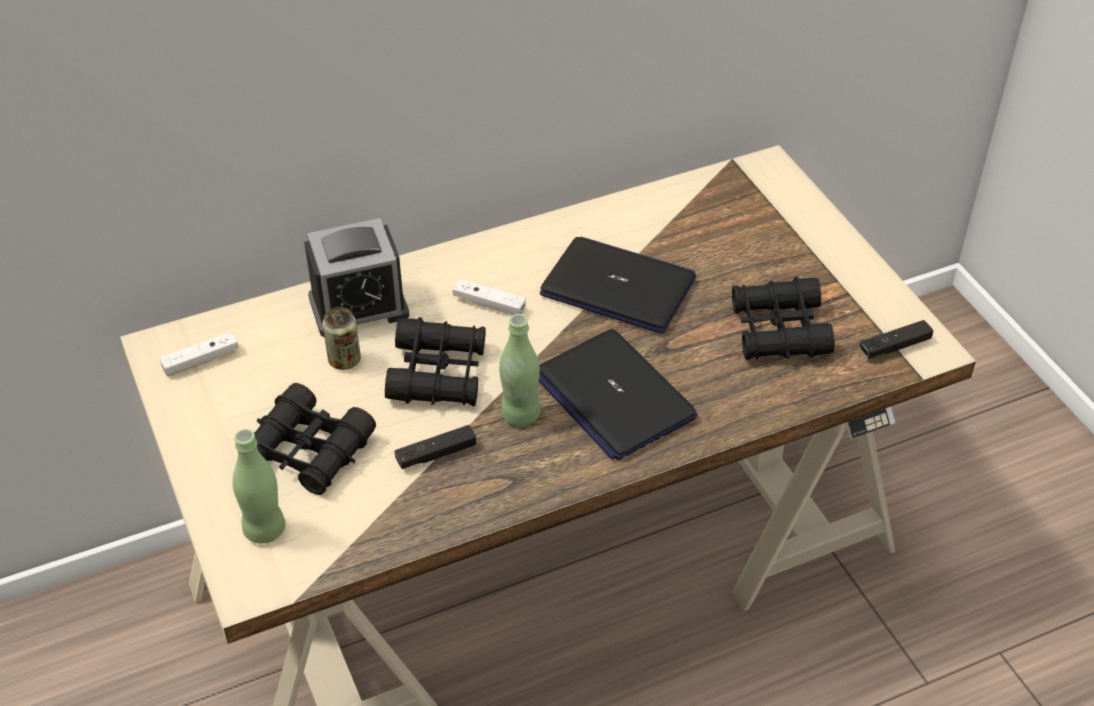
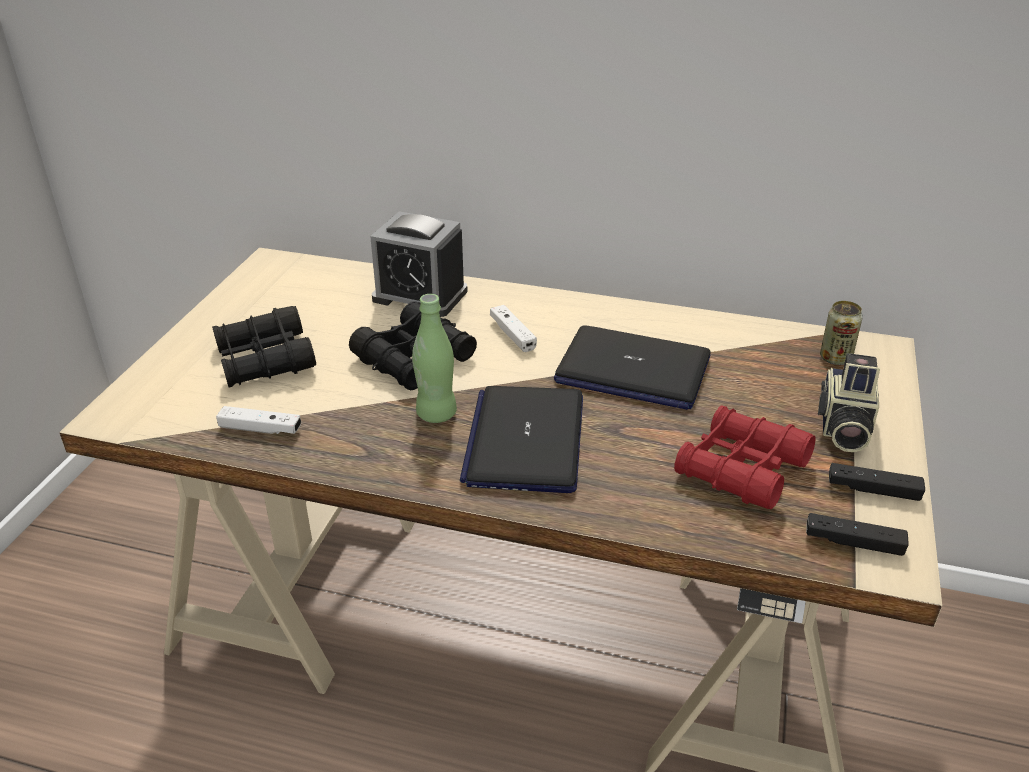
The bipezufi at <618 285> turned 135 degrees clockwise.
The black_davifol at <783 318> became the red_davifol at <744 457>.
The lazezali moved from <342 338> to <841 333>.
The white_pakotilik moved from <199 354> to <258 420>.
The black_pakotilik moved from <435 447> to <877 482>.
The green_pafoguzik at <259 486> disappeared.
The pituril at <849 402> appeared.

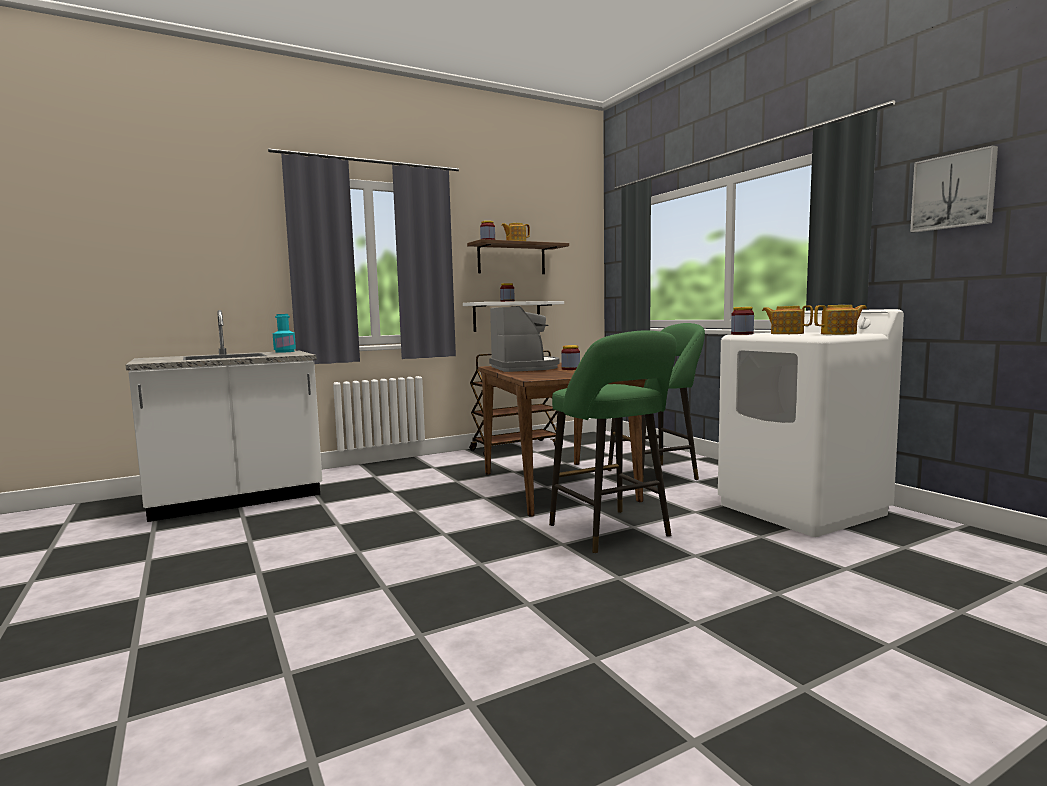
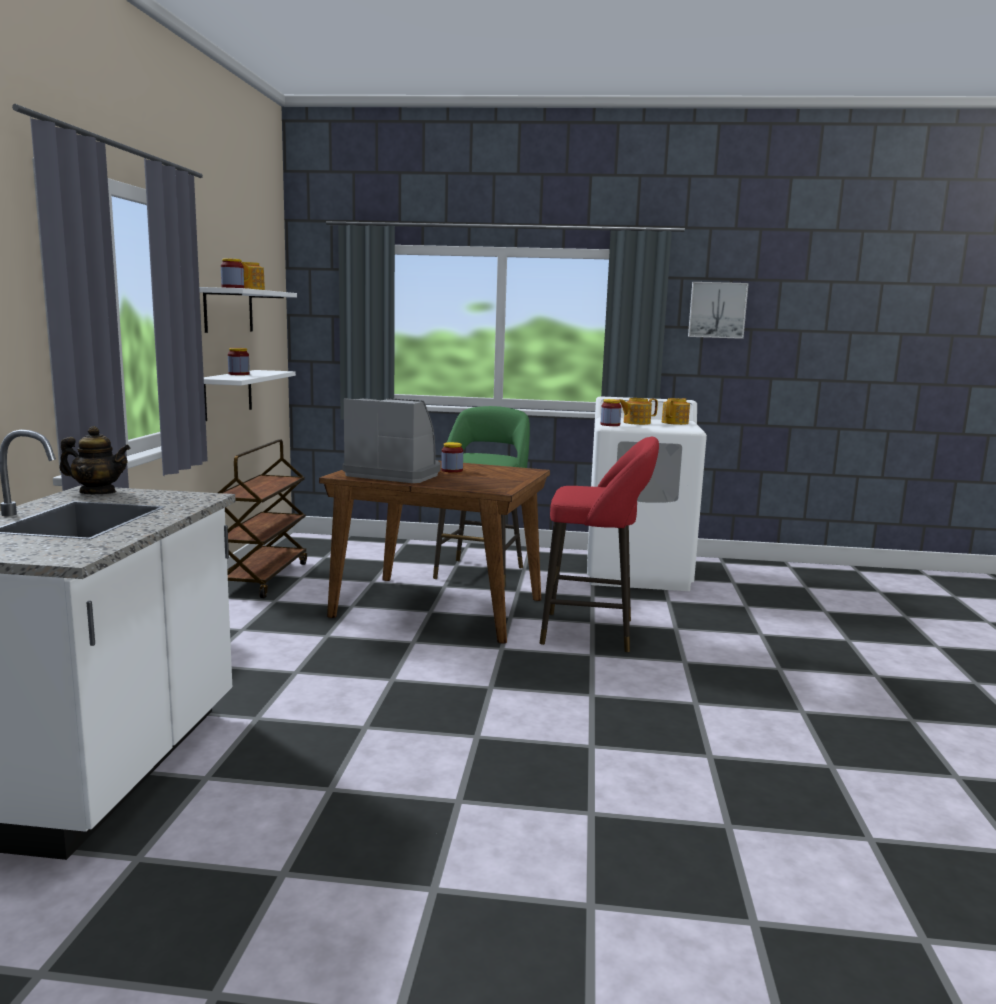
The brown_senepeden at <518 256> became the white_senepeden at <248 310>.
The turquoise_pafoguzik at <284 333> was replaced by the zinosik at <95 460>.
The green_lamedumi at <612 441> became the red_lamedumi at <599 544>.

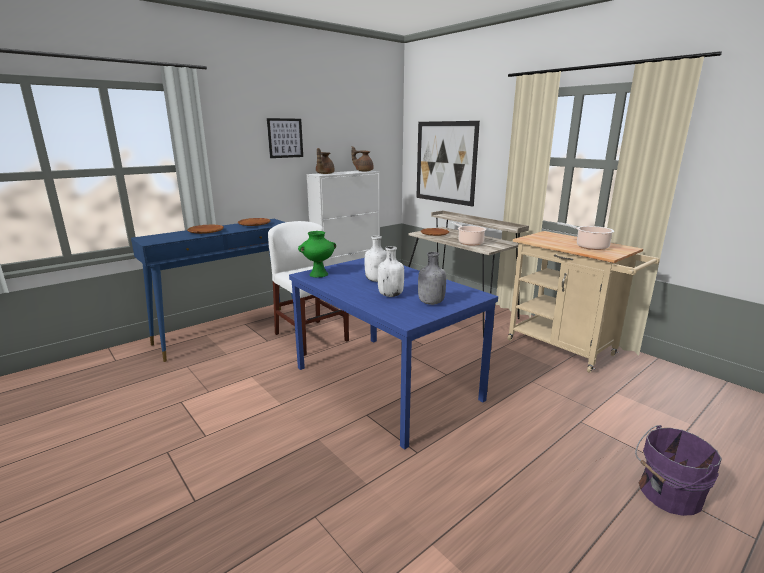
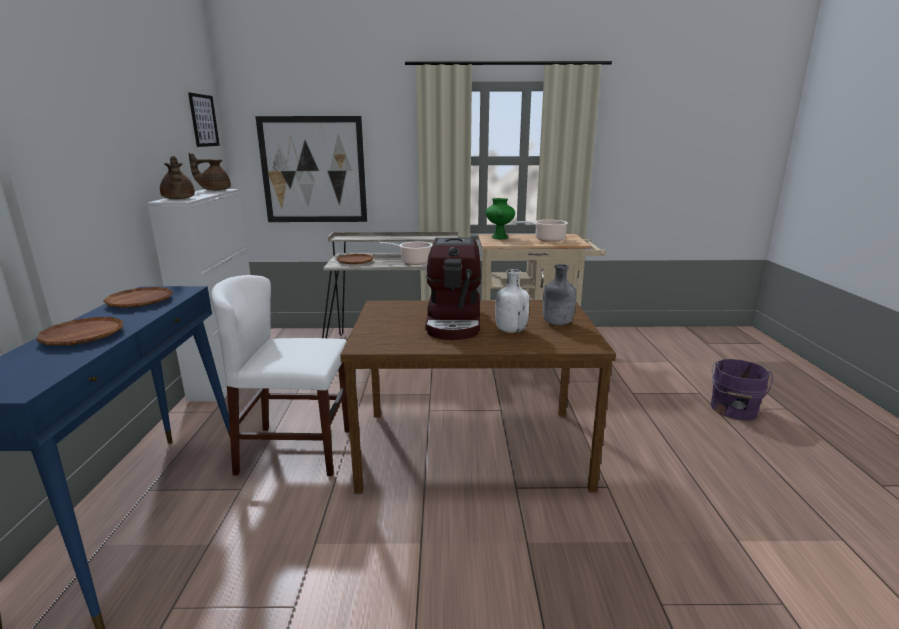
The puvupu moved from <285 138> to <204 120>.
The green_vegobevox moved from <317 254> to <500 218>.
The white_pafoguzik at <376 259> was replaced by the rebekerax at <453 289>.
The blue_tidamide at <393 354> became the brown_tidamide at <478 396>.

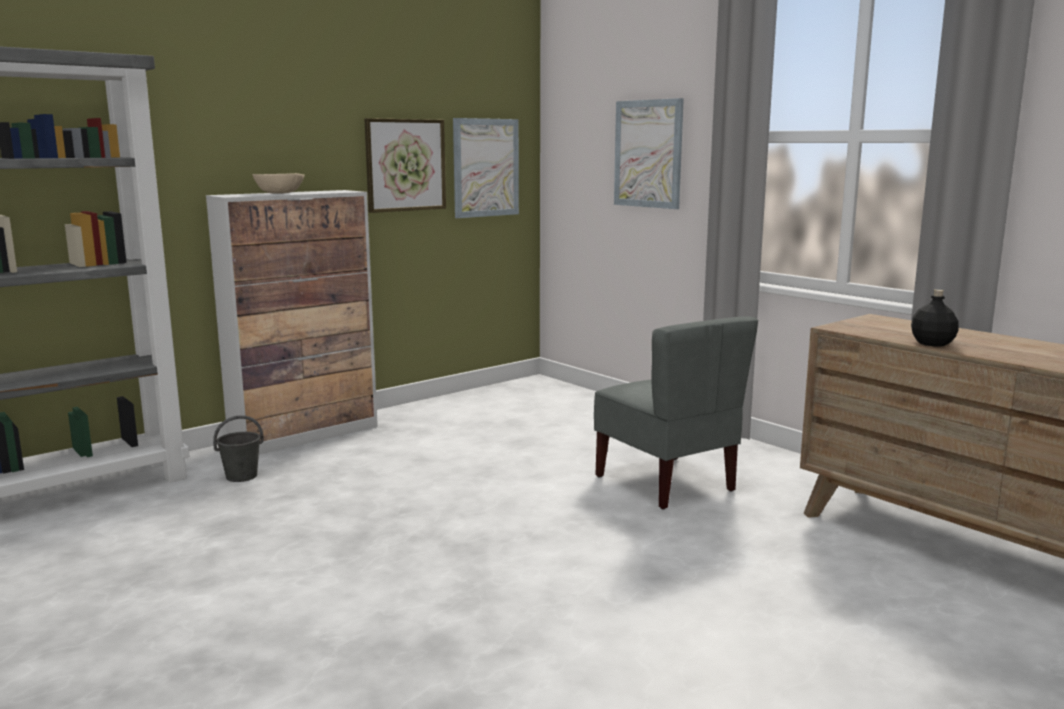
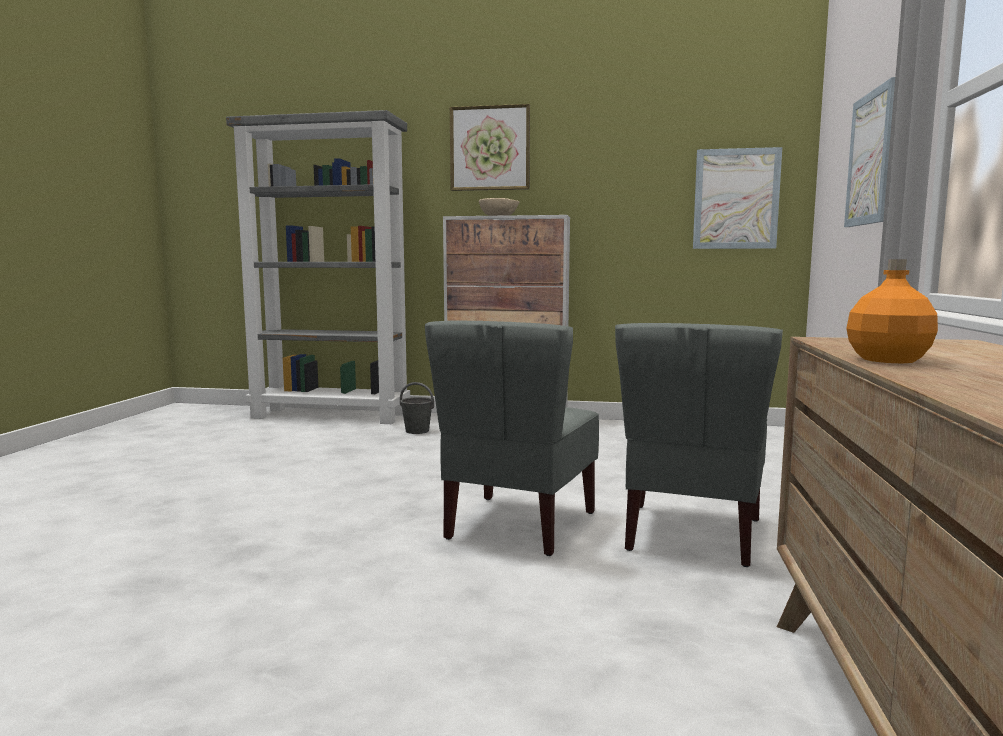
The puvupu moved from <405 165> to <490 147>.
The black_pafoguzik at <934 317> became the orange_pafoguzik at <892 311>.
The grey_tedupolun at <512 438> appeared.

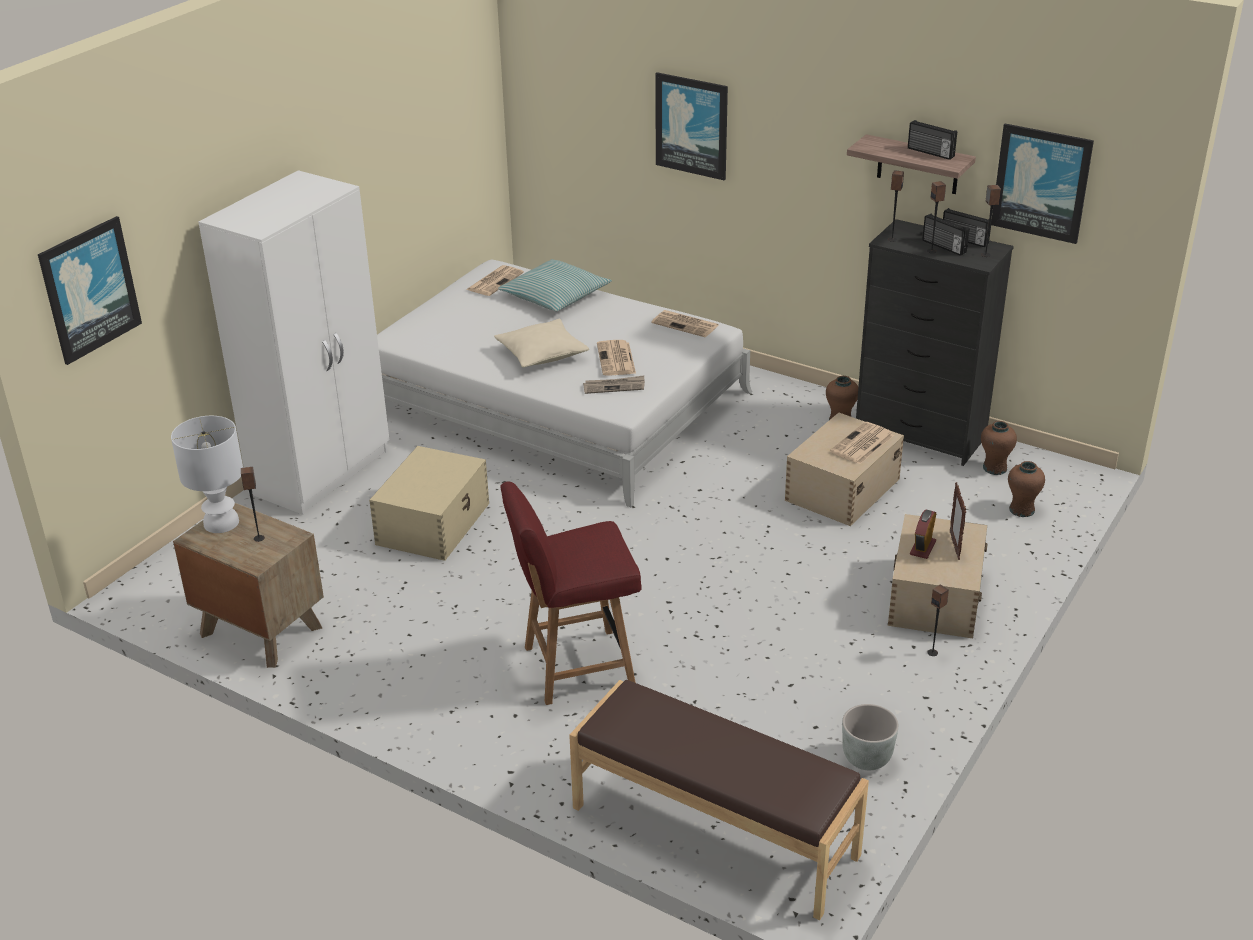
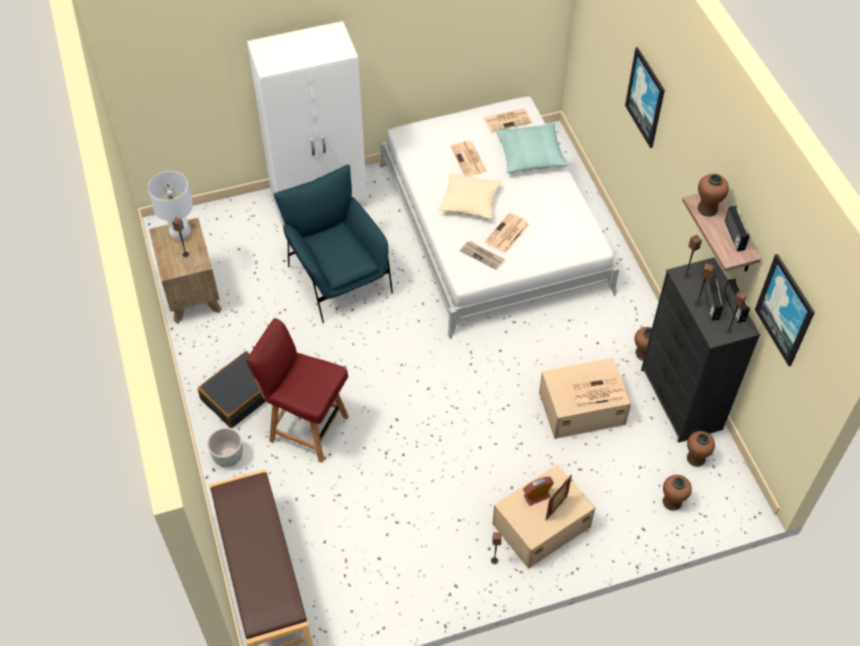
The puvupu at <90 290> disappeared.
The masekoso moved from <685 323> to <469 159>.
The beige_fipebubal at <429 503> was replaced by the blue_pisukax at <333 244>.
The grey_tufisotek moved from <870 737> to <225 447>.
The brown_vegobevox at <713 195> appeared.
The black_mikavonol at <232 389> appeared.

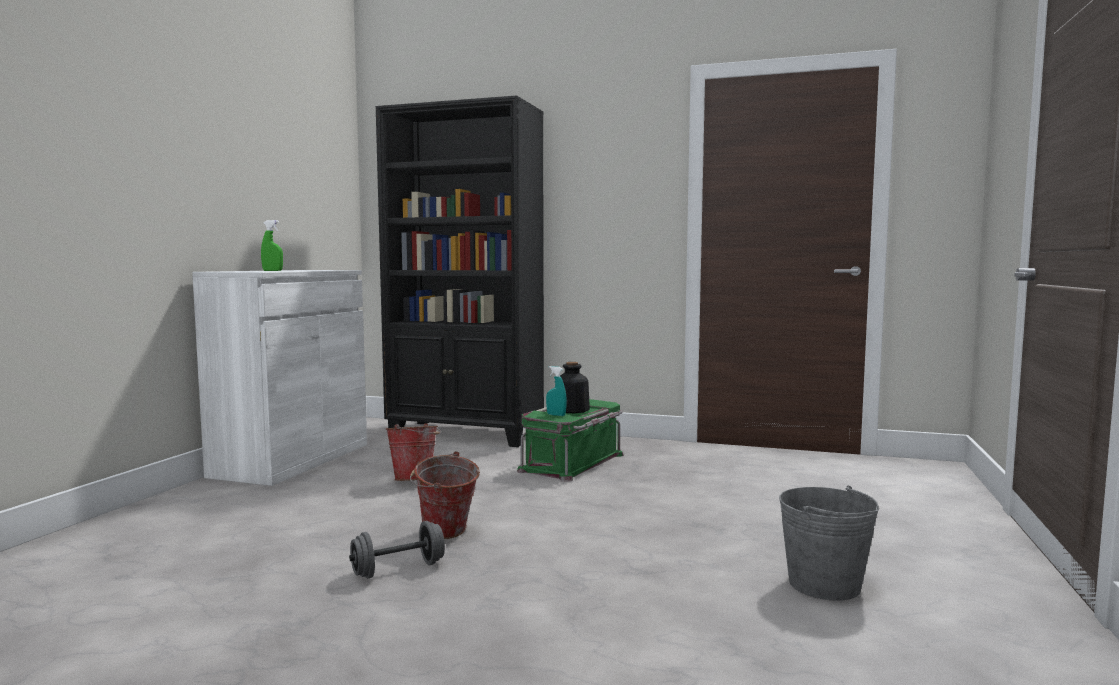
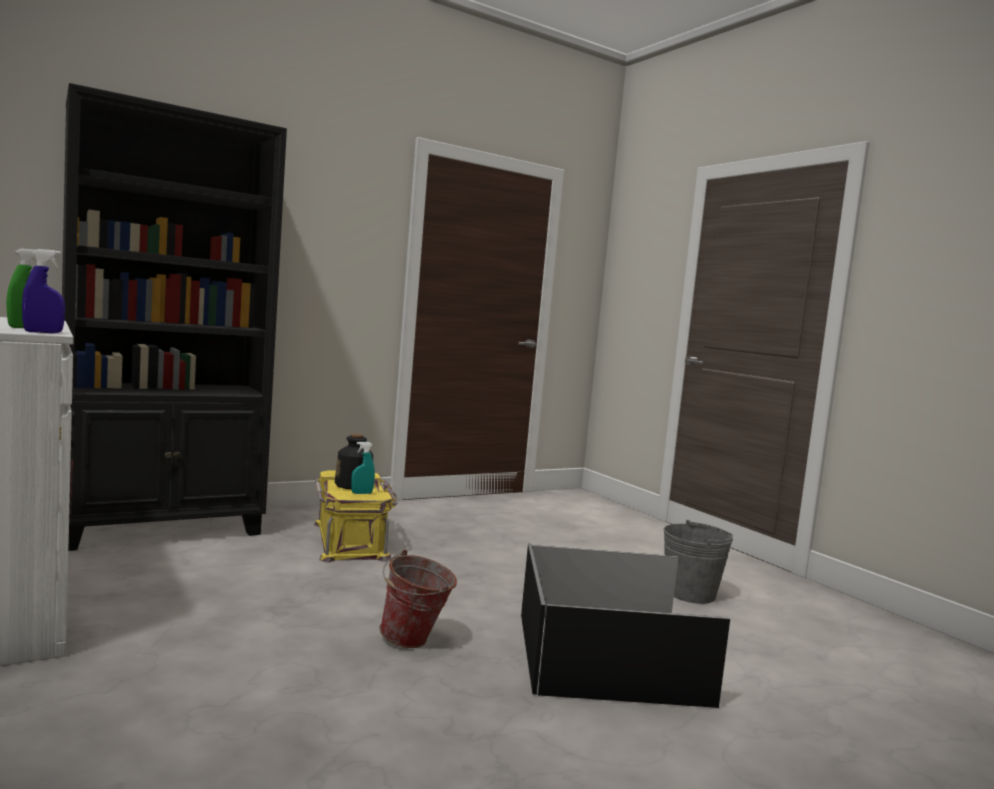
The green_fipebubal at <570 440> became the yellow_fipebubal at <356 516>.
The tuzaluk at <413 452> disappeared.
The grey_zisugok at <397 550> disappeared.
The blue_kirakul at <43 291> appeared.
The black_fipebubal at <625 626> appeared.

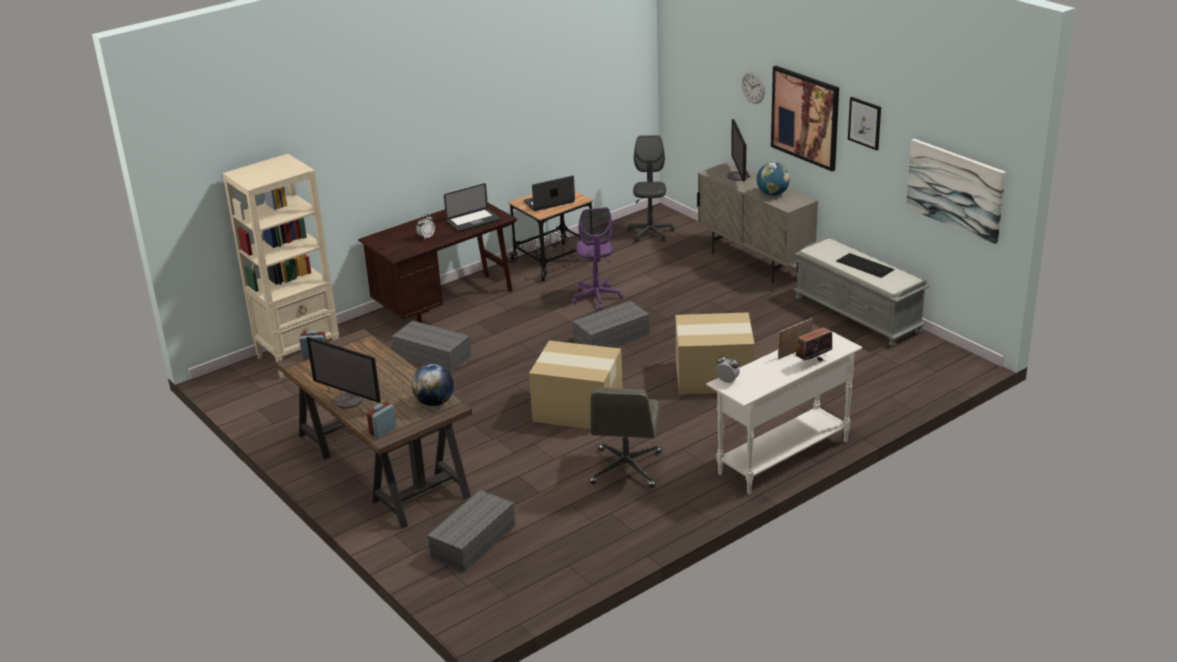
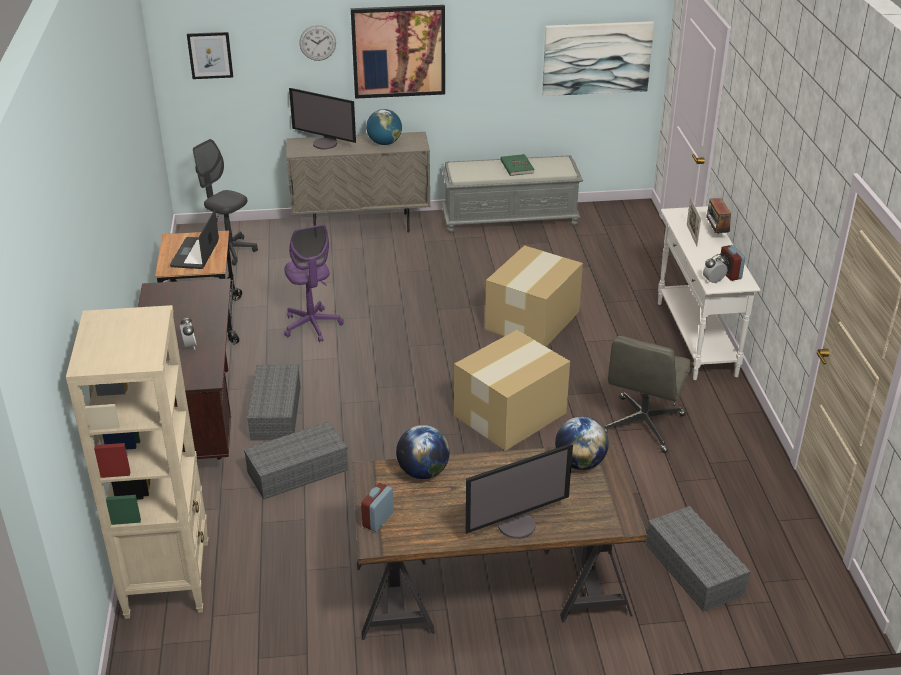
The puvupu moved from <864 124> to <210 55>.
The bipezufi at <472 207> disappeared.
The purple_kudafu at <597 258> turned 45 degrees clockwise.
The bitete at <865 265> was replaced by the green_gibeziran at <517 165>.
The grey_fipebubal moved from <611 324> to <273 402>.
The grey_kudafu at <626 437> turned 75 degrees clockwise.
The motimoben moved from <382 420> to <732 263>.
The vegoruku at <423 452> appeared.

